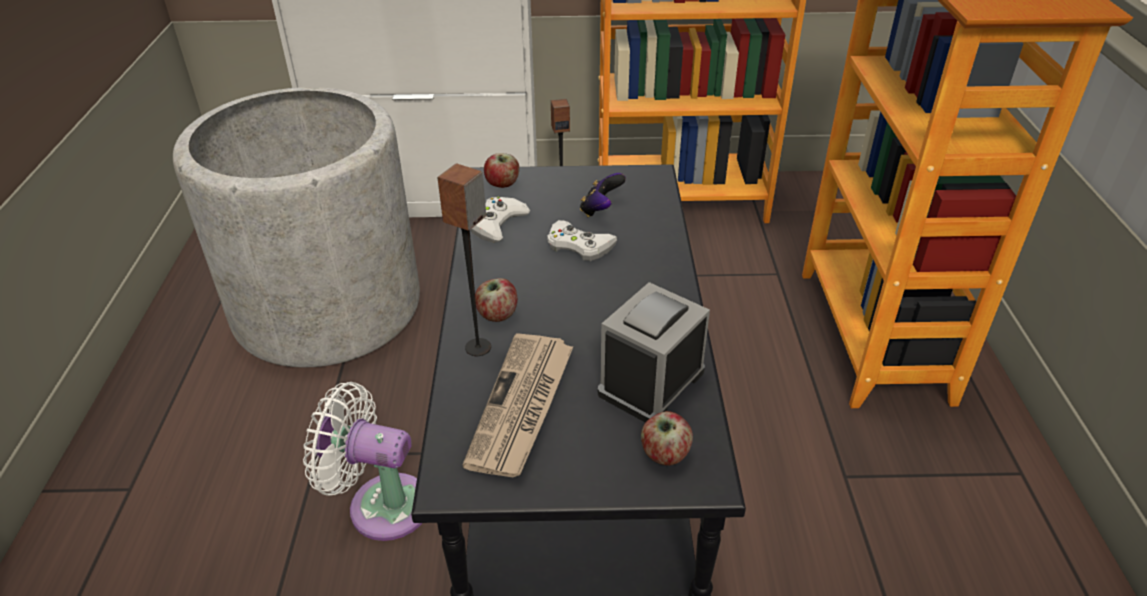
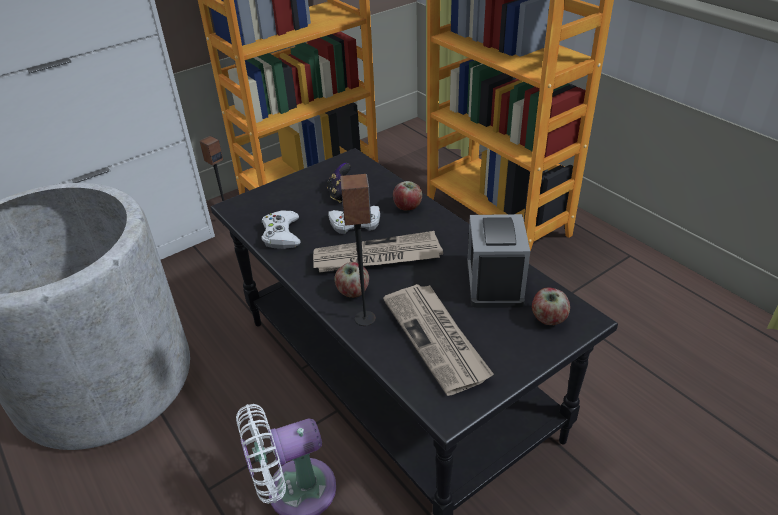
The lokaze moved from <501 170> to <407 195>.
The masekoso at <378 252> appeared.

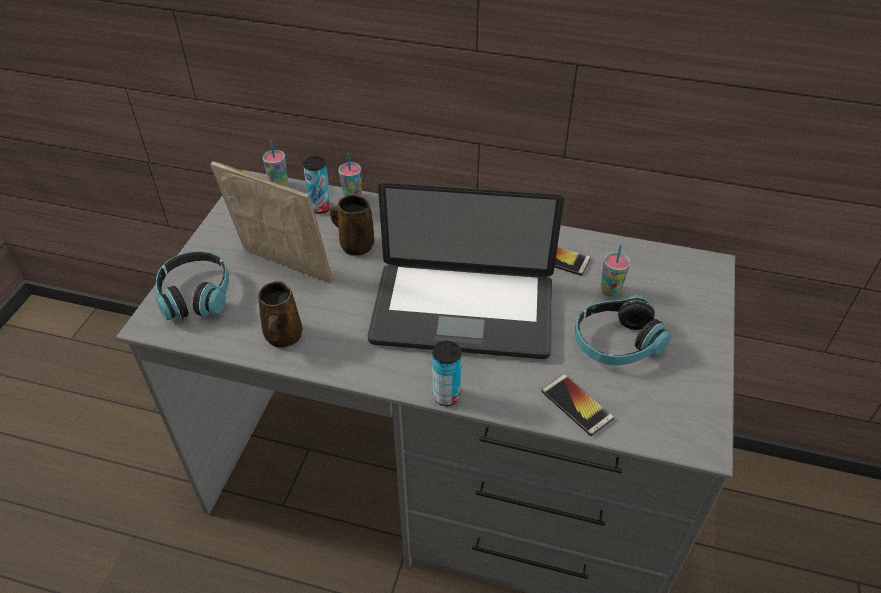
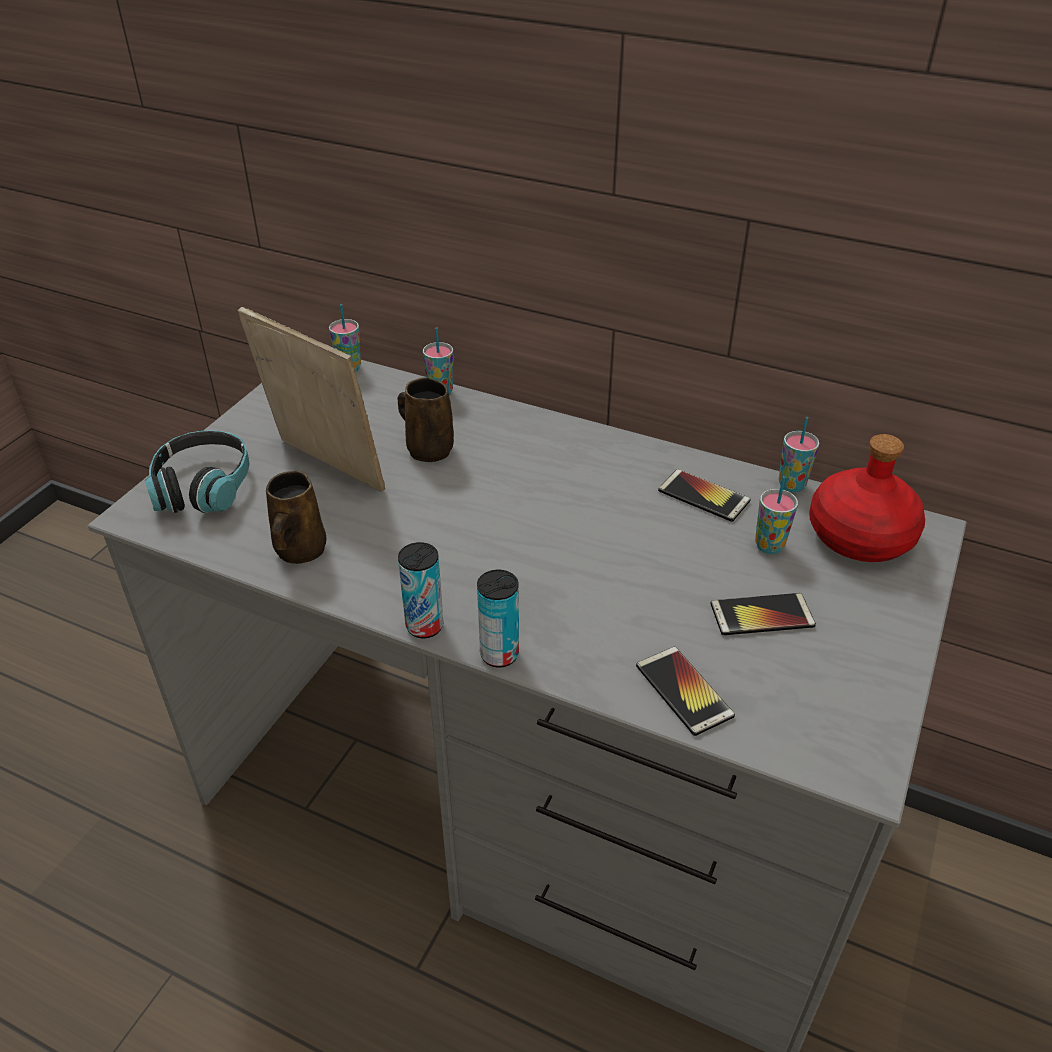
The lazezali moved from <317 185> to <421 590>.
The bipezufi at <466 271> disappeared.
The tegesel at <623 330> was replaced by the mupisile at <763 614>.
The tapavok at <799 454> appeared.
The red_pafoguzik at <867 498> appeared.

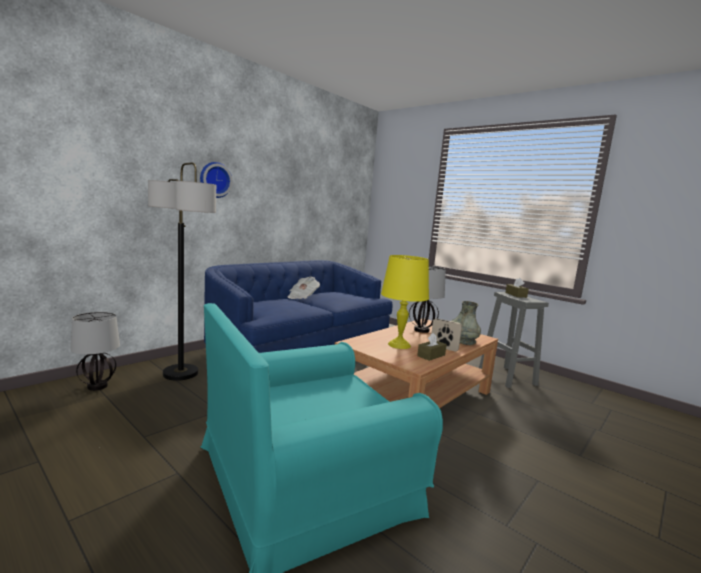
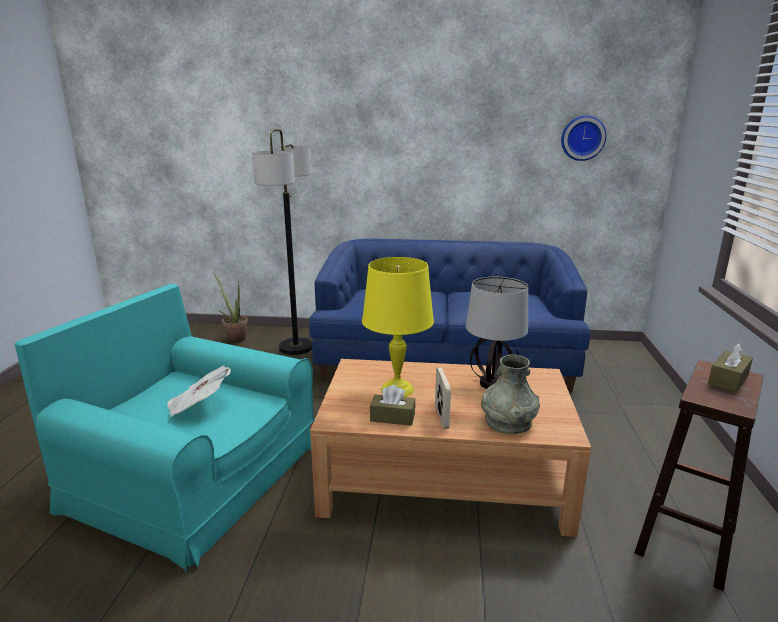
The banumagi moved from <216 180> to <583 138>.
The masekoso moved from <304 288> to <199 391>.
The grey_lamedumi at <514 340> became the brown_lamedumi at <699 475>.
The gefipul at <95 351> was replaced by the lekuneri at <231 308>.

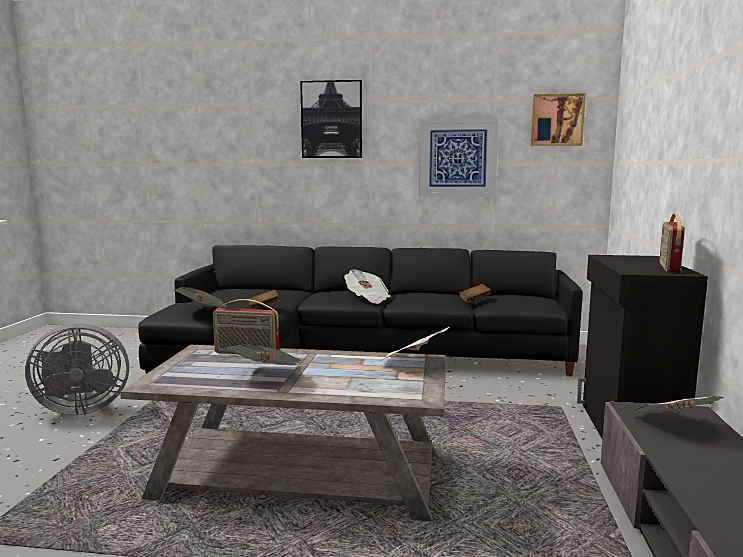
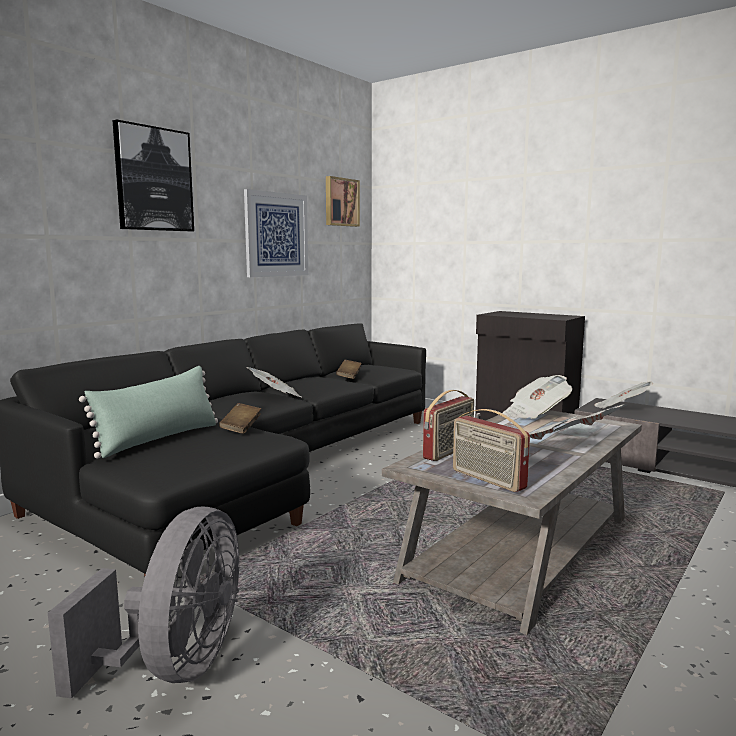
The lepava moved from <672 243> to <491 450>.
The masekoso moved from <199 297> to <590 418>.
The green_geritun at <148 412> appeared.

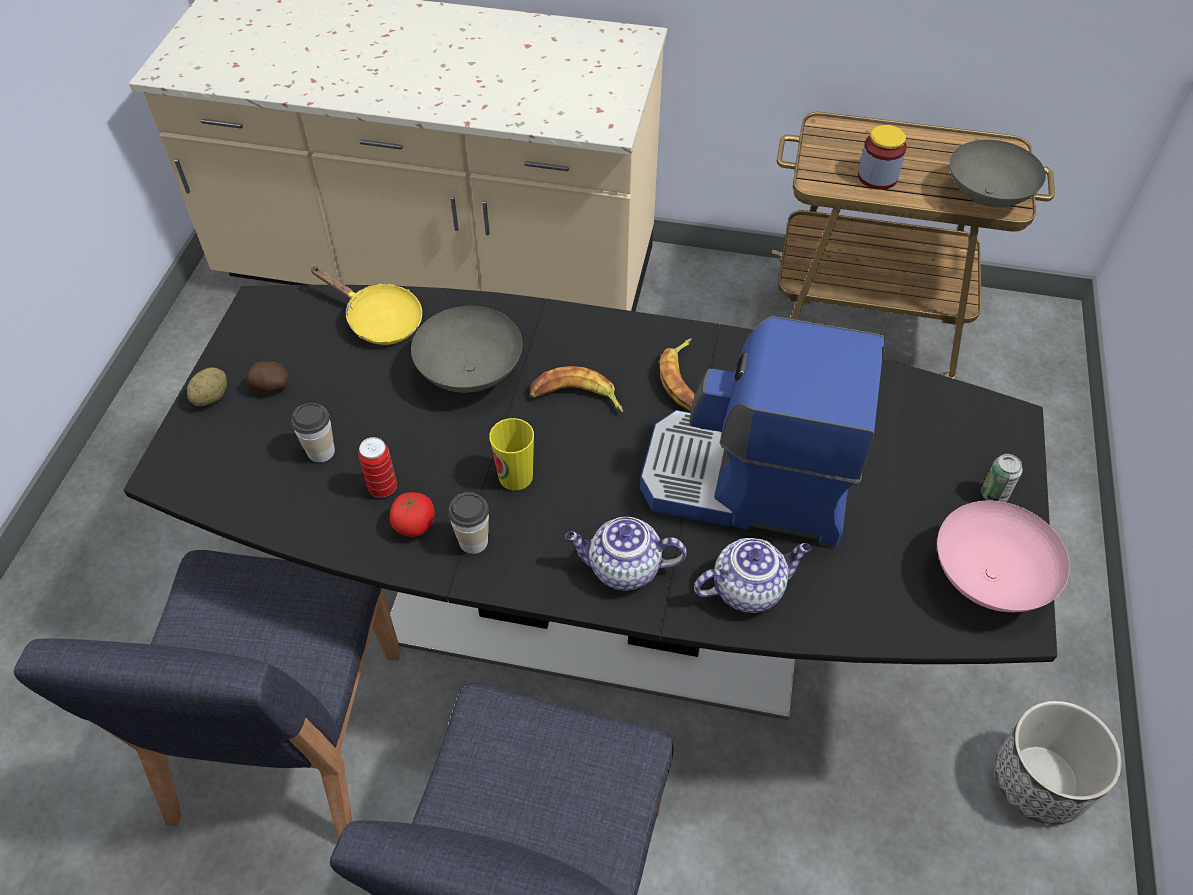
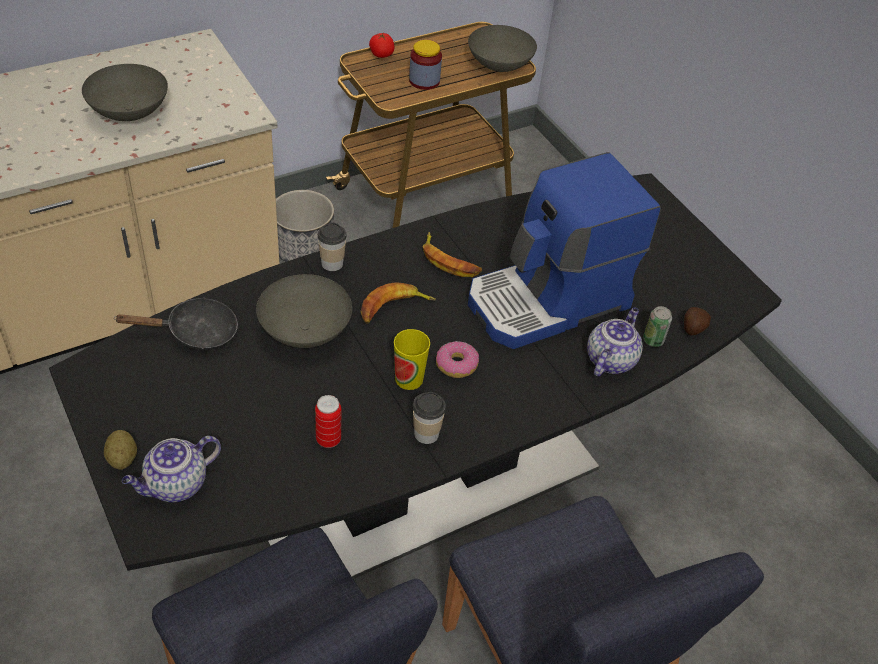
The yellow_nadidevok at <366 305> became the black_nadidevok at <176 324>.
The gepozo moved from <267 377> to <697 321>.
The tapavok moved from <313 432> to <332 246>.
The lazezali moved from <1002 478> to <657 326>.
The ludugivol moved from <412 514> to <381 45>.
The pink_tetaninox at <1003 556> disappeared.
The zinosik moved from <626 554> to <171 469>.
The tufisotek moved from <1058 763> to <305 226>.
The grey_tetaninox at <125 92> appeared.
The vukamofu at <457 359> appeared.

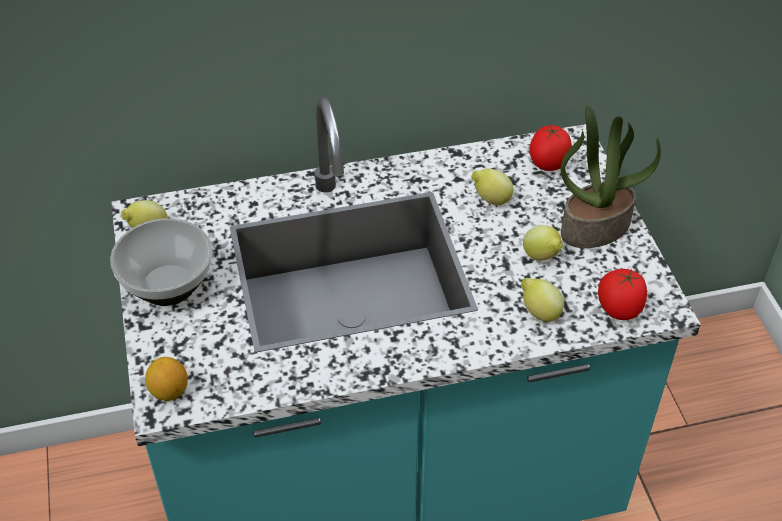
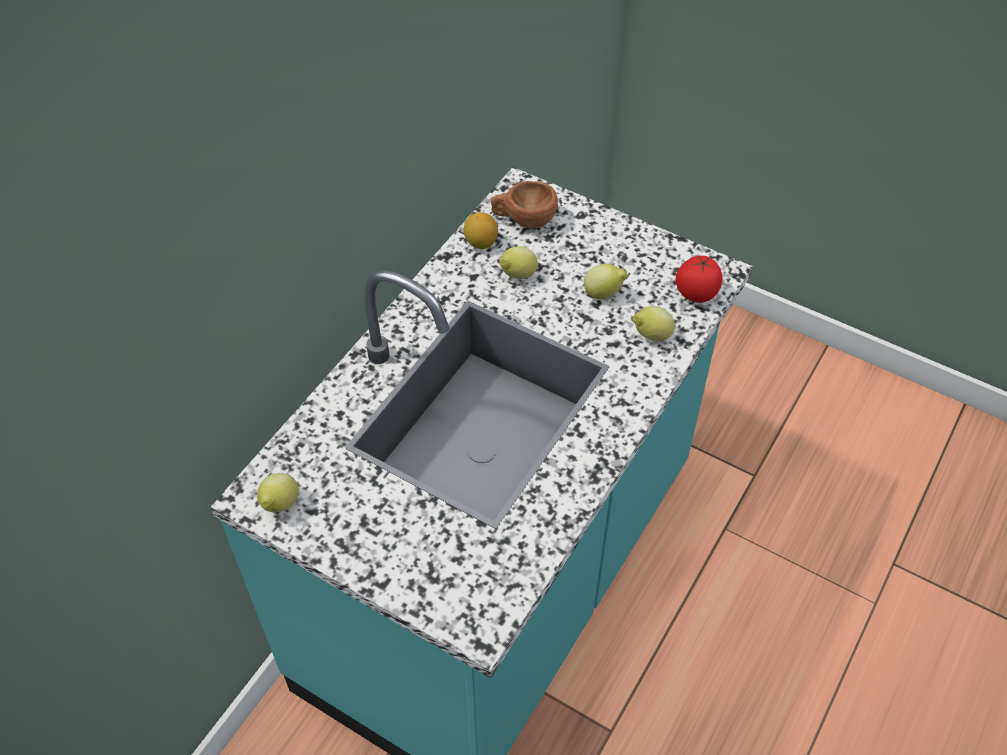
The lekuneri at <611 176> disappeared.
The ludugivol at <551 147> was replaced by the brown_tapavok at <524 204>.
The tetaninox at <161 262> disappeared.
The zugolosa moved from <166 379> to <481 230>.

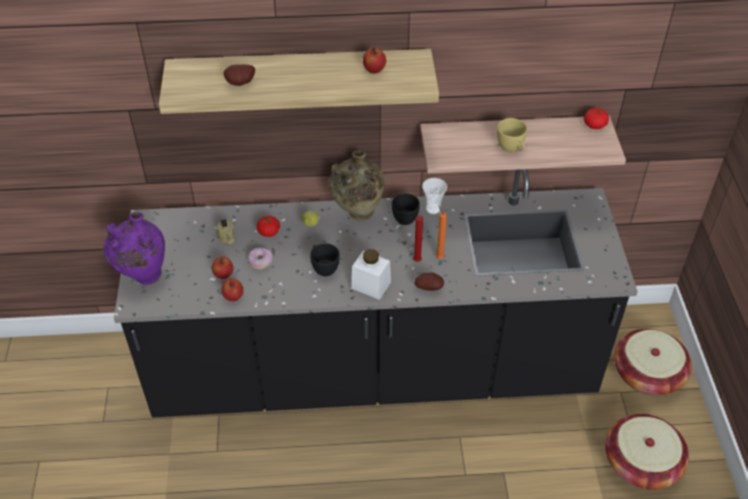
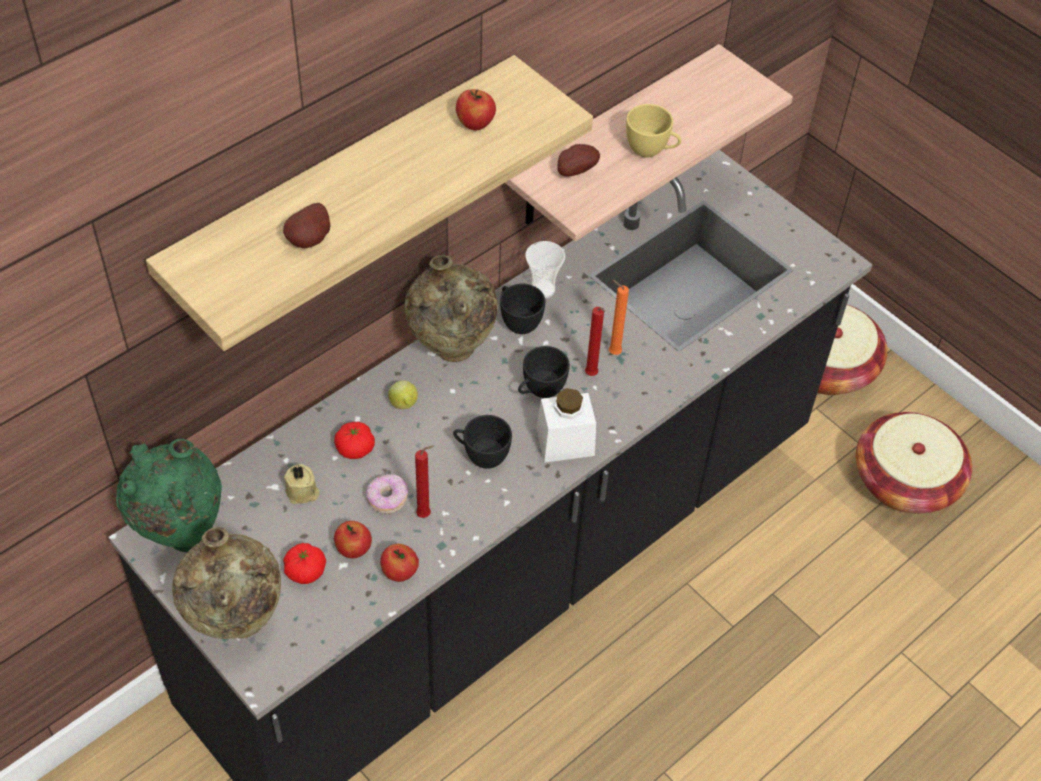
The ludugivol moved from <596 118> to <304 563>.
The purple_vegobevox at <134 248> became the beige_vegobevox at <226 583>.
The gepozo moved from <429 282> to <578 160>.
The black_tapavok at <544 372> appeared.
The green_vegobevox at <169 495> appeared.
The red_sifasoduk at <424 481> appeared.

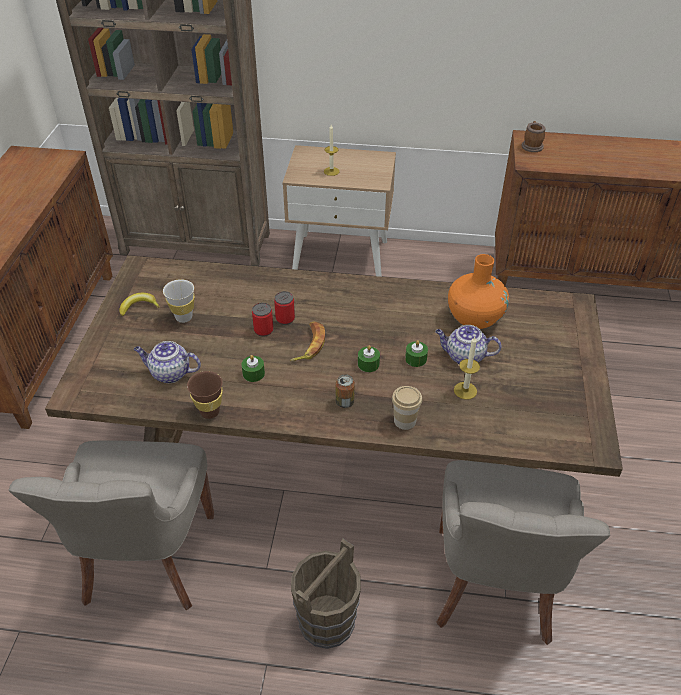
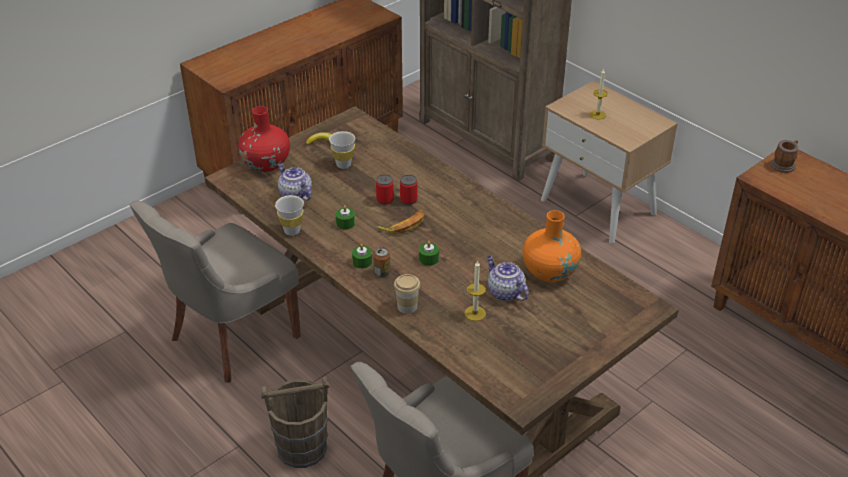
The green_sifasoduk moved from <416 353> to <362 256>.
The brown_tapavok at <205 395> became the white_tapavok at <289 215>.
The red_vegobevox at <264 139> appeared.

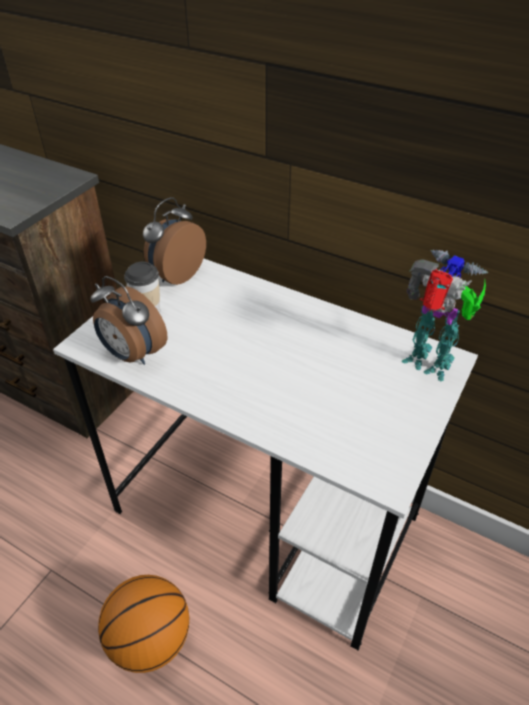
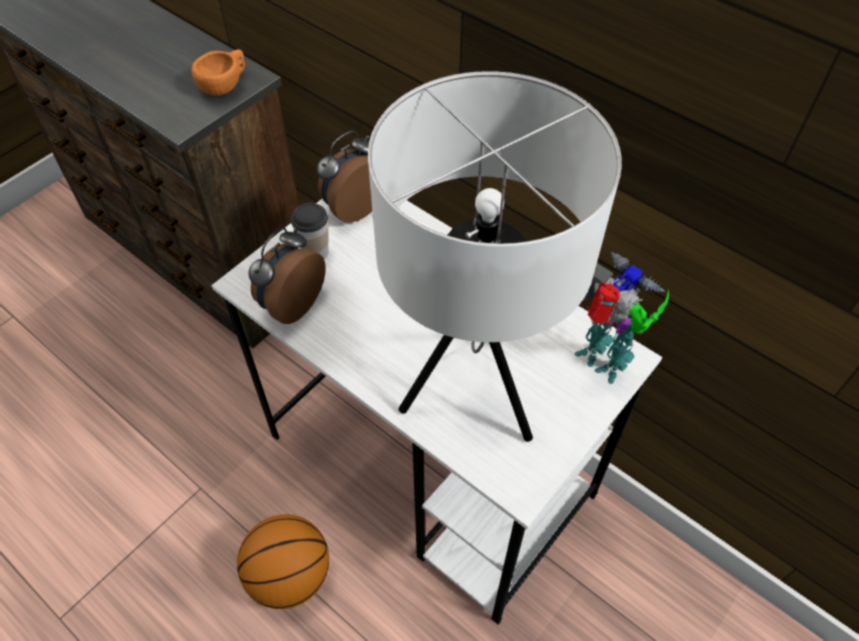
The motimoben at <128 320> turned 75 degrees clockwise.
The orange_tapavok at <218 73> appeared.
The white_gefipul at <495 256> appeared.

